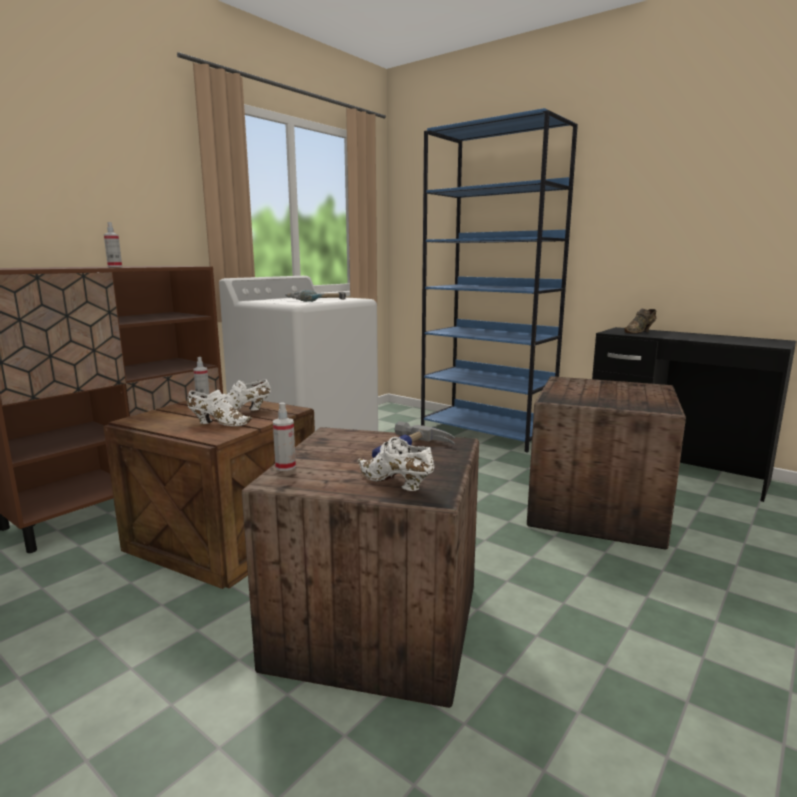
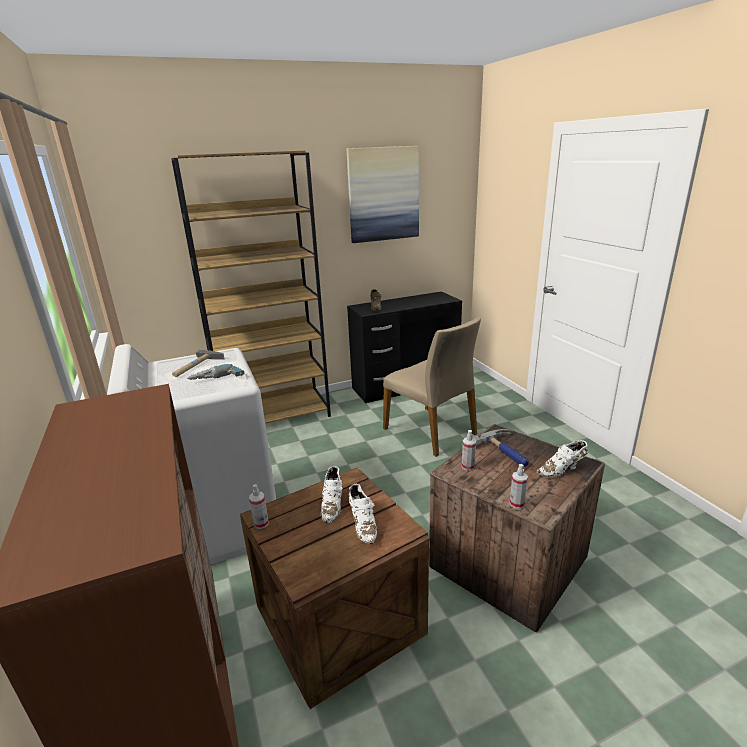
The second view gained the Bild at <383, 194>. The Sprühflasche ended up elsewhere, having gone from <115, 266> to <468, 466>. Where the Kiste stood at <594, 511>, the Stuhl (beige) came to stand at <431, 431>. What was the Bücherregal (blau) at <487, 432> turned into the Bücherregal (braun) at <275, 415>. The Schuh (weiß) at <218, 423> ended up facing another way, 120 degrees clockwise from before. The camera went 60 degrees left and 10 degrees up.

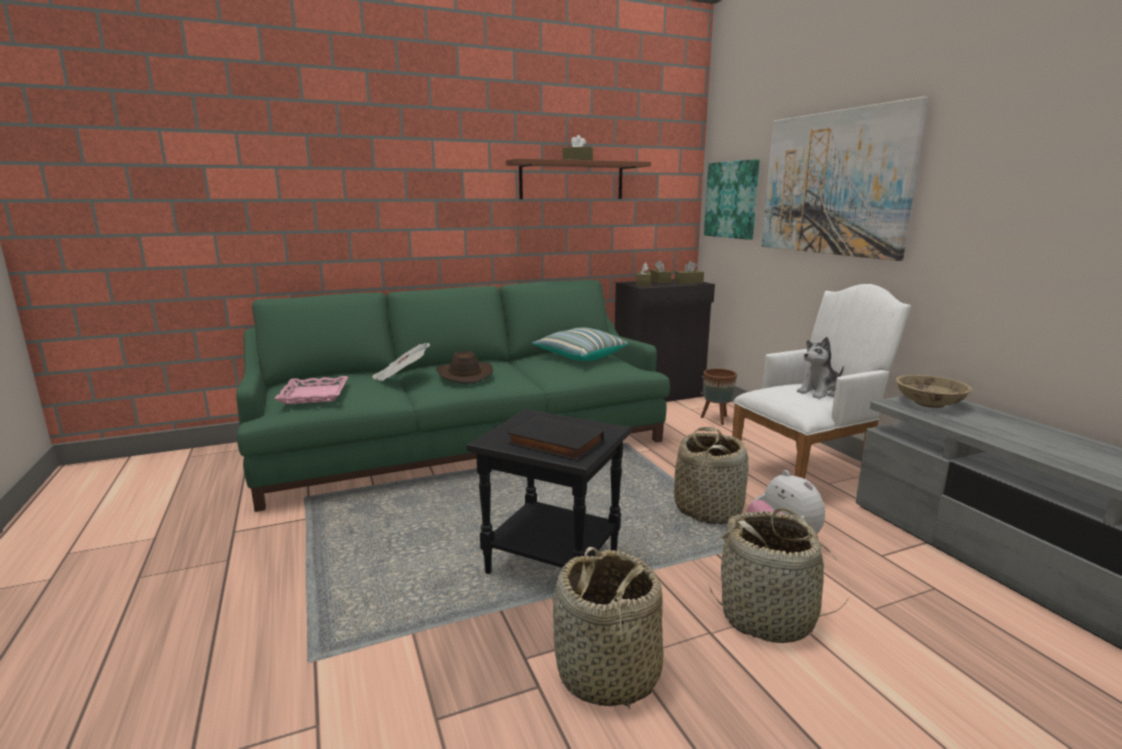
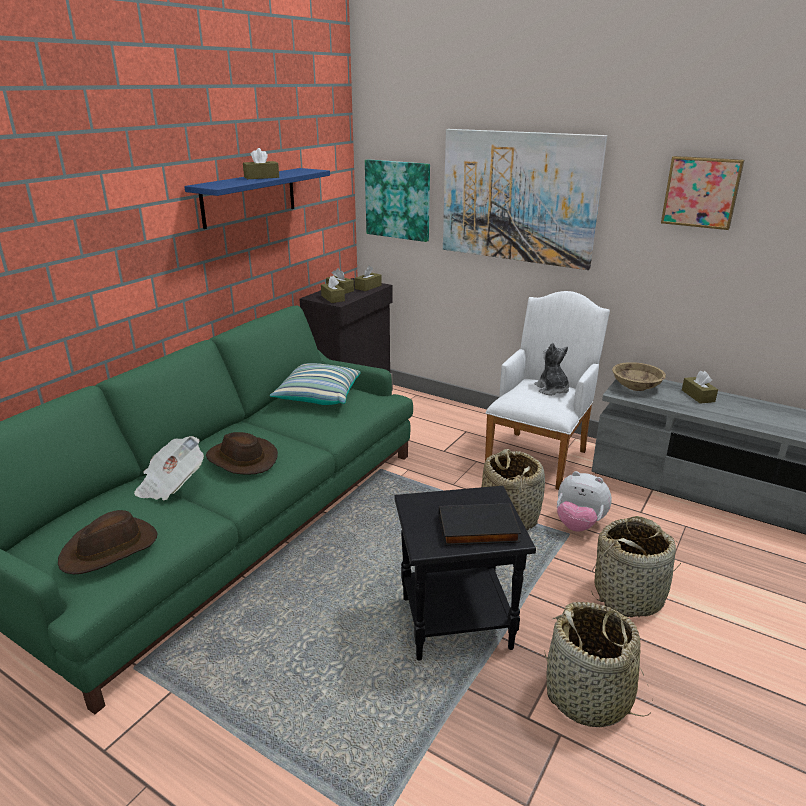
The second view lost the Pflanzkübel (braun) at <716, 419>. The second view gained the Bild at <701, 192>. The second view gained the Taschentuchbox (braun) at <698, 396>. Where the Tablett (rosa) stood at <315, 395>, the Hut (braun) came to stand at <110, 549>. What was the Wandregal (braun) at <572, 180> turned into the Wandregal (blau) at <249, 197>. The Plüschtier at <821, 392> ended up facing another way, 135 degrees clockwise from before. The camera went 35 degrees left and 10 degrees up.

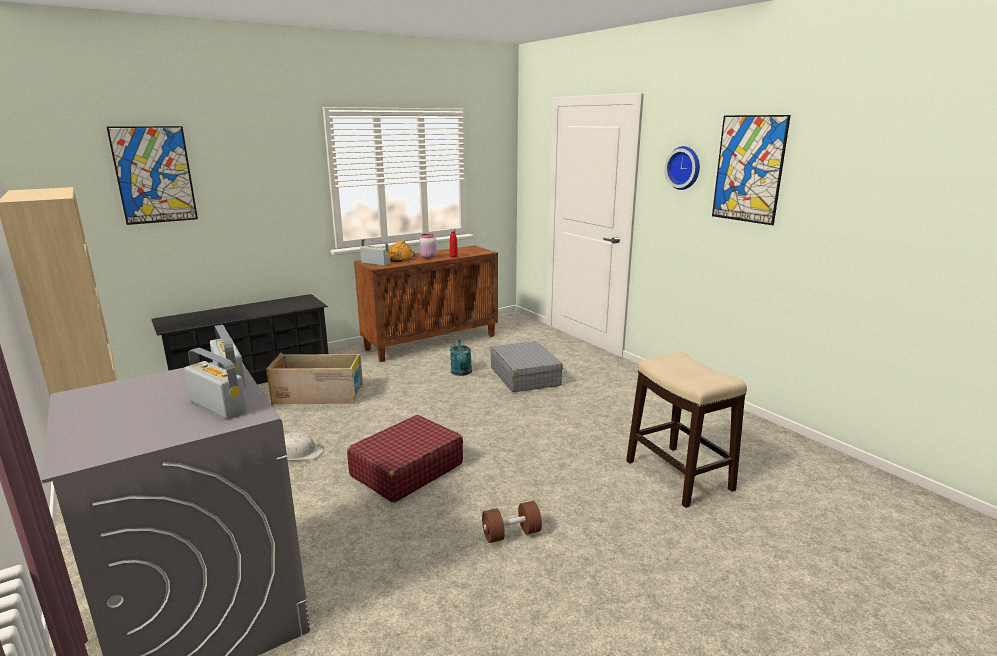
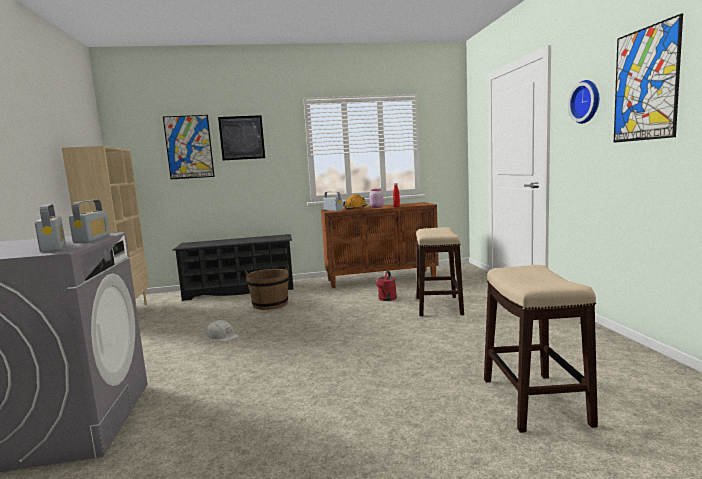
The second view lost the Koffer (rot) at <406, 470>. The second view lost the Hantel (braun) at <511, 534>. The second view gained the Bild at <242, 137>. Where the Kiste stood at <319, 395>, the Eimer (braun) came to stand at <270, 304>. Where the Koffer (grau) stood at <525, 376>, the Hocker came to stand at <438, 305>. What was the Gießkanne (türkis) at <461, 373> turned into the Gießkanne (rot) at <386, 299>. The camera went 25 degrees right and 10 degrees down.

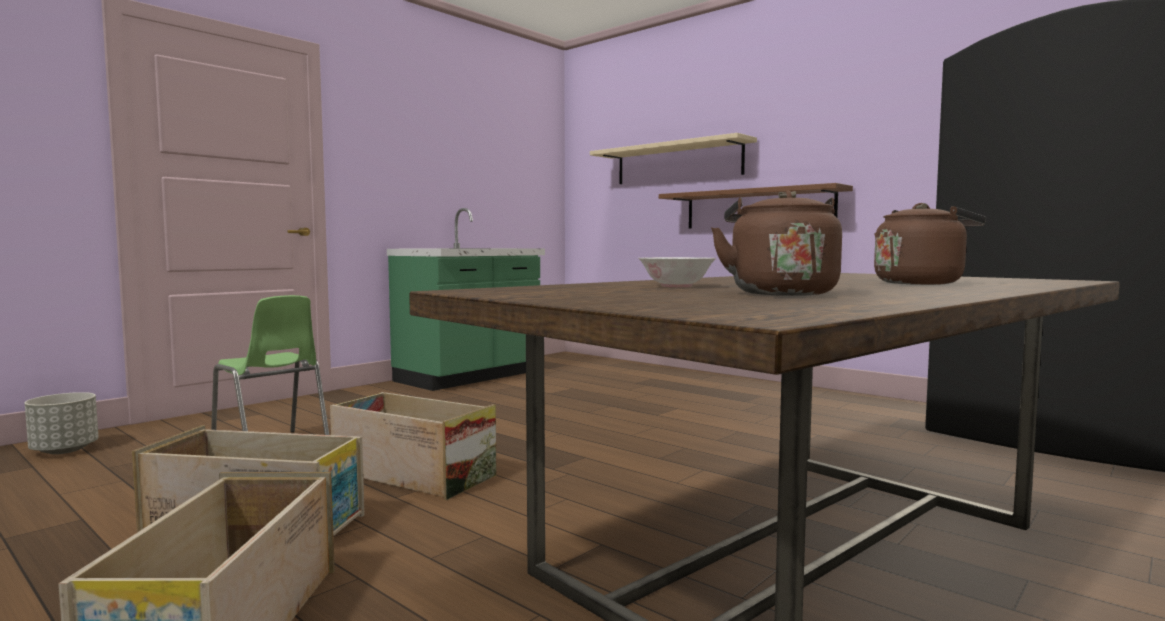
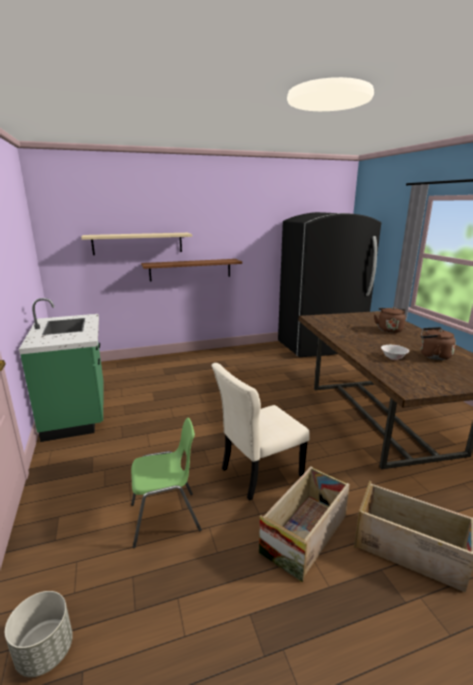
Where the Kiste stood at <411, 474>, the Stuhl (beige) came to stand at <258, 473>. The camera went 60 degrees left and 15 degrees up.

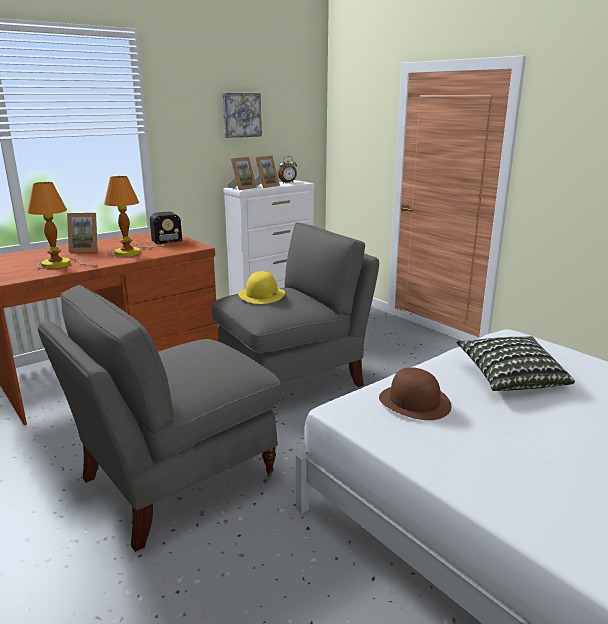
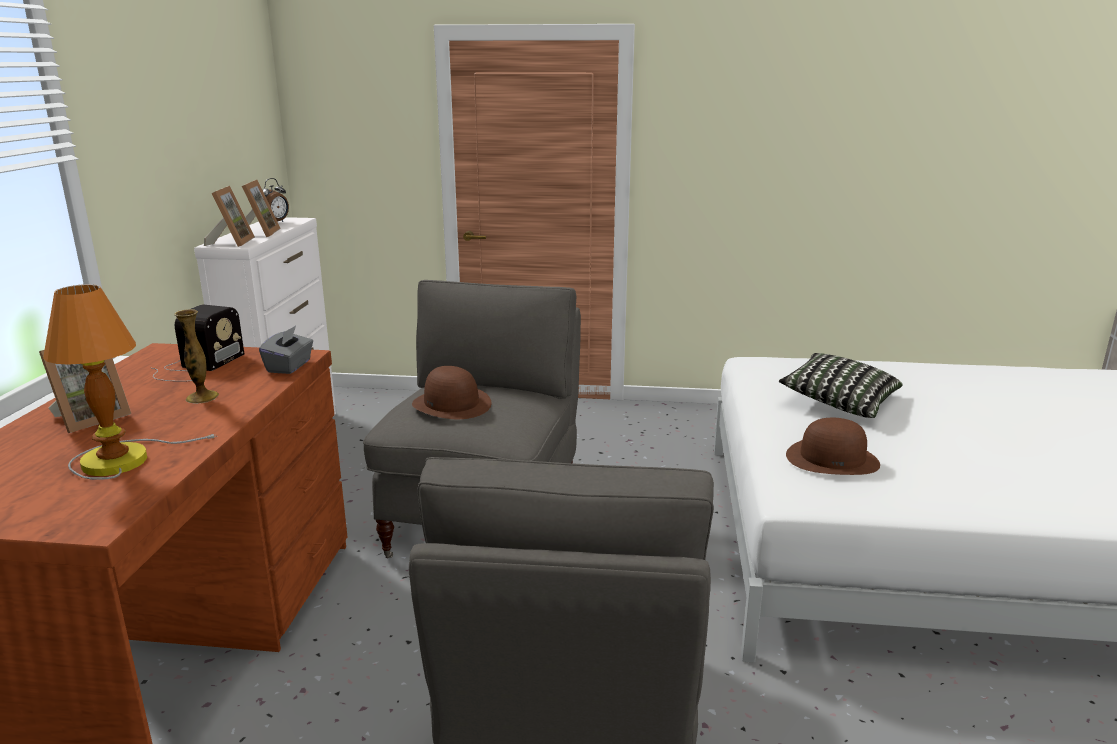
The second view lost the Bild at <241, 115>. The second view gained the Taschentuchbox (grau) at <289, 366>. Where the Tischlampe stood at <129, 252>, the Vase came to stand at <202, 397>. What was the Hut (gelb) at <262, 295> turned into the Hut (braun) at <452, 404>. The camera went 45 degrees left and 0 degrees up.

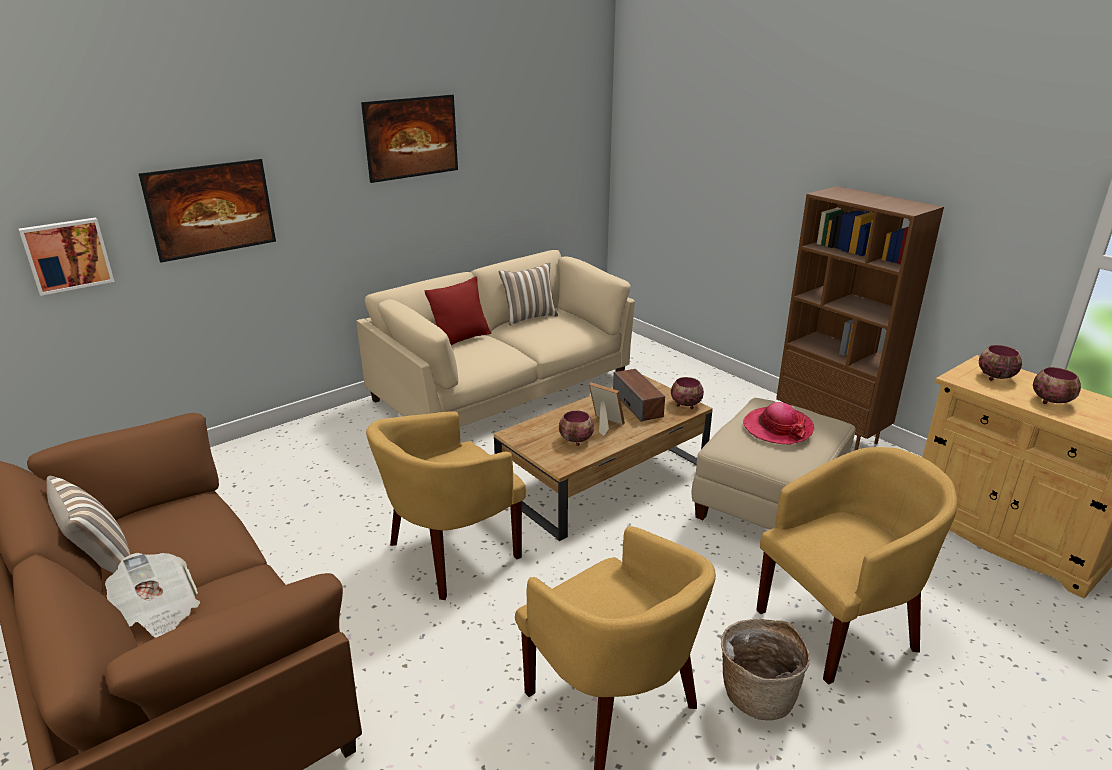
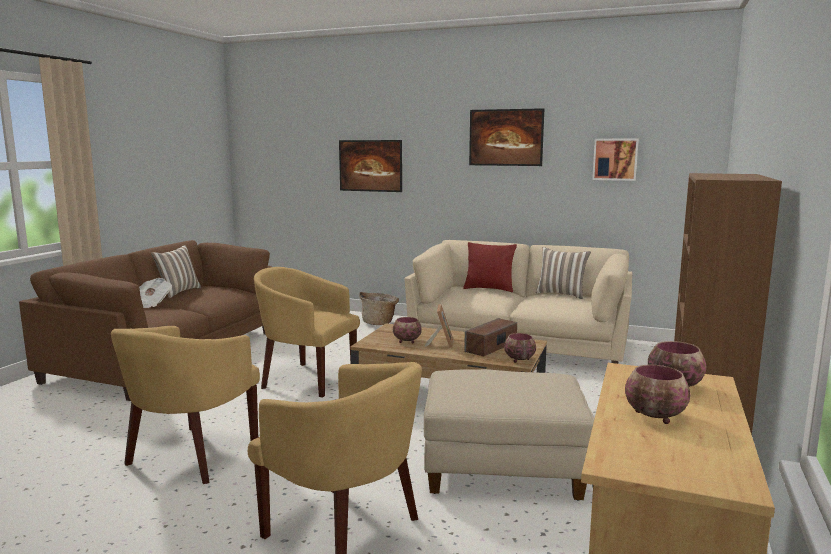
The second view lost the Hut at <777, 428>. The Bild ended up elsewhere, having gone from <67, 255> to <615, 159>. The Korb ended up elsewhere, having gone from <757, 693> to <379, 323>. The camera went 60 degrees right and 15 degrees down.

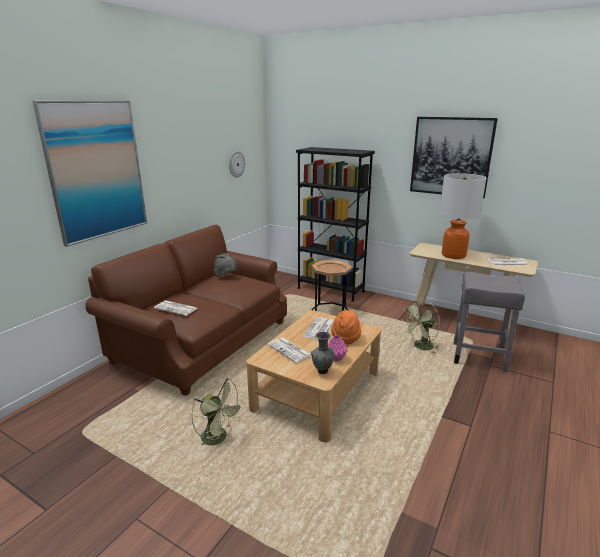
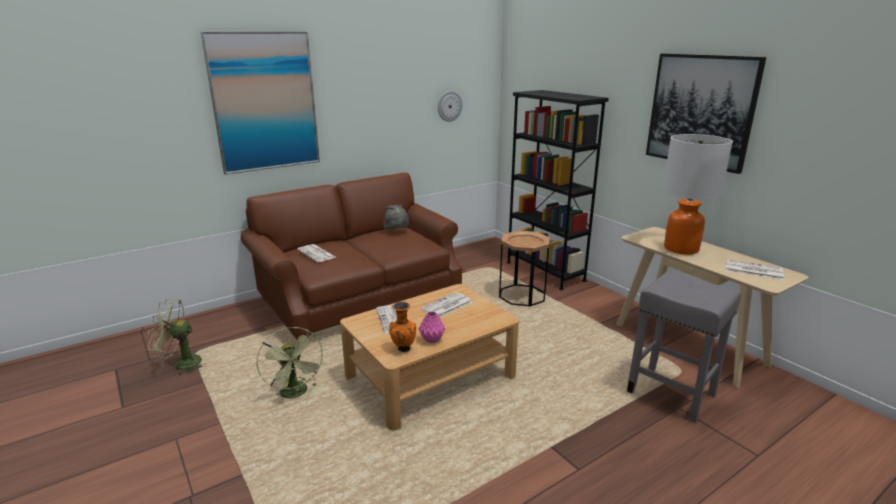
The second view lost the Hut (orange) at <345, 338>. The Ventilator (grün) ended up elsewhere, having gone from <420, 347> to <181, 363>. What was the Vase (grau) at <322, 372> turned into the Vase (orange) at <403, 349>. The camera went 25 degrees right and 0 degrees up.

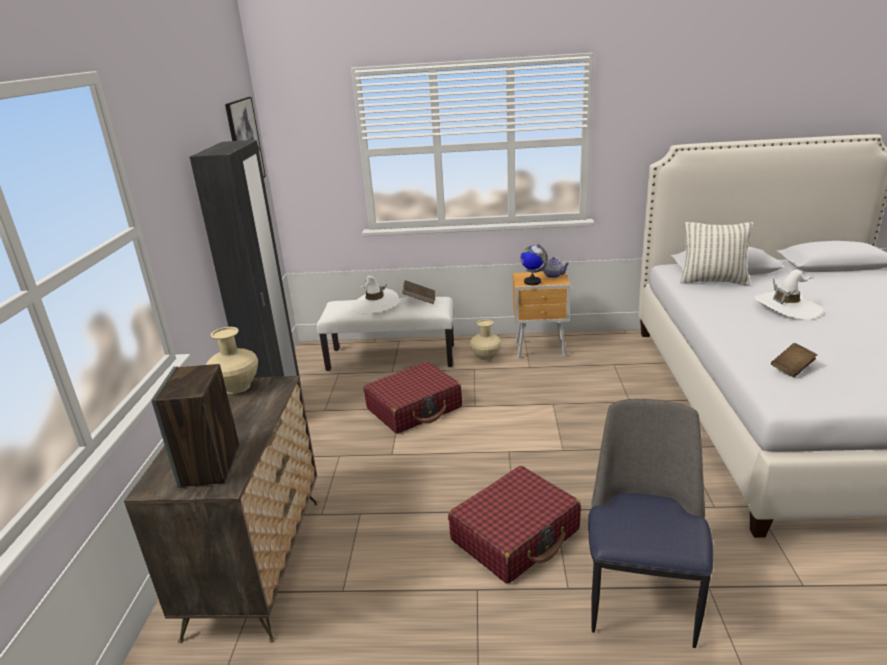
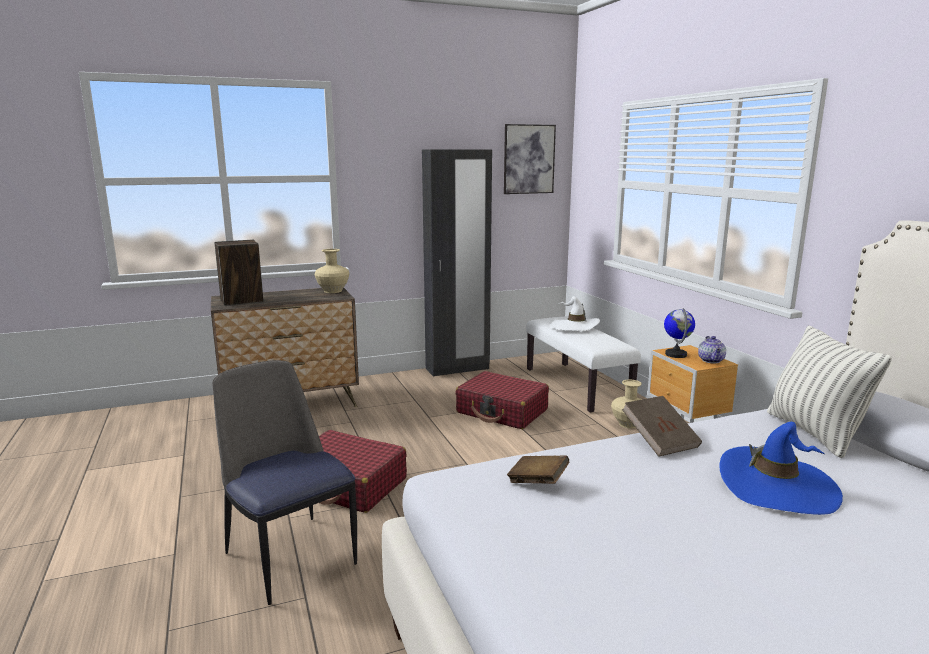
The Buch (braun) ended up elsewhere, having gone from <419, 300> to <660, 440>. What was the Hut (weiß) at <787, 308> turned into the Hut (blau) at <777, 486>. The Stuhl at <640, 592> ended up facing another way, 120 degrees counterclockwise from before. The camera went 65 degrees right and 10 degrees down.

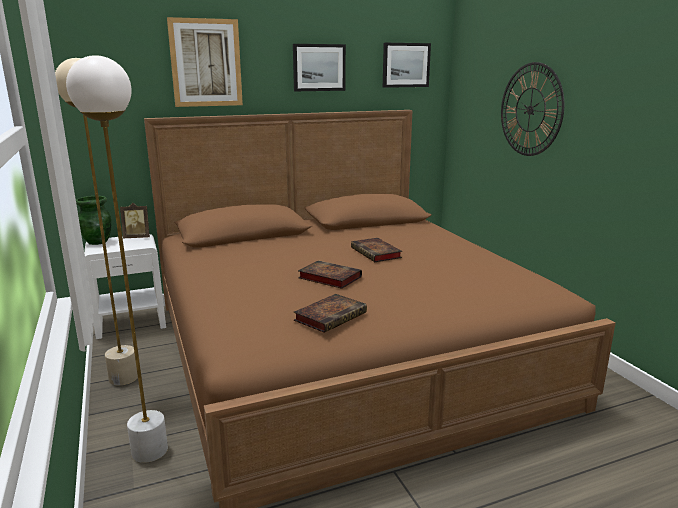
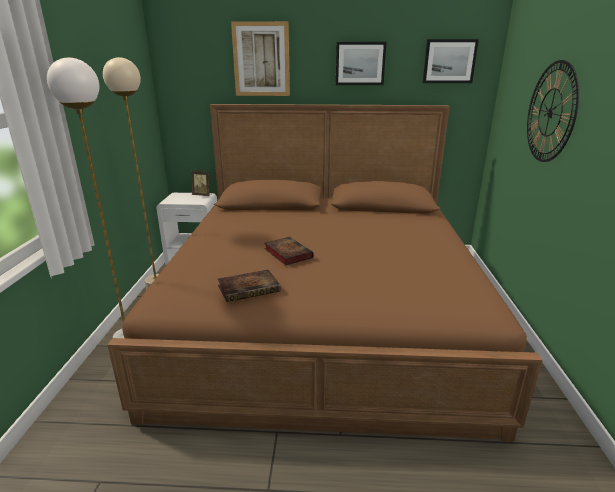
The second view lost the Vase (grün) at <98, 242>. The second view lost the Buch at <377, 253>. The camera went 25 degrees right and 5 degrees up.

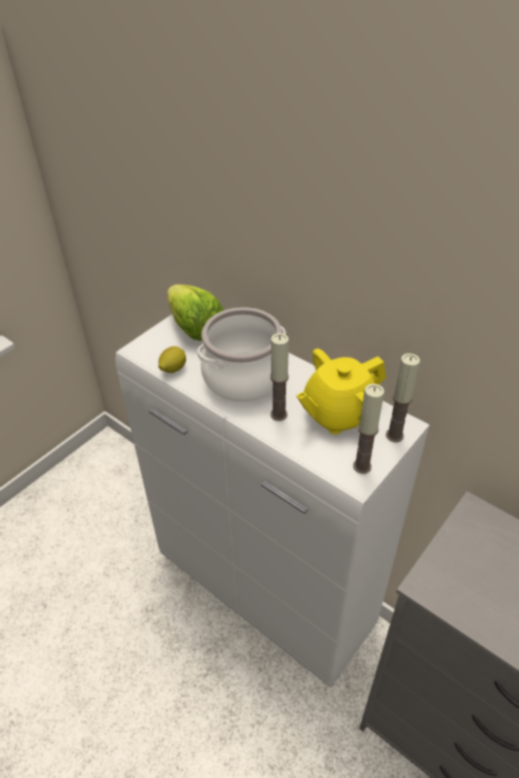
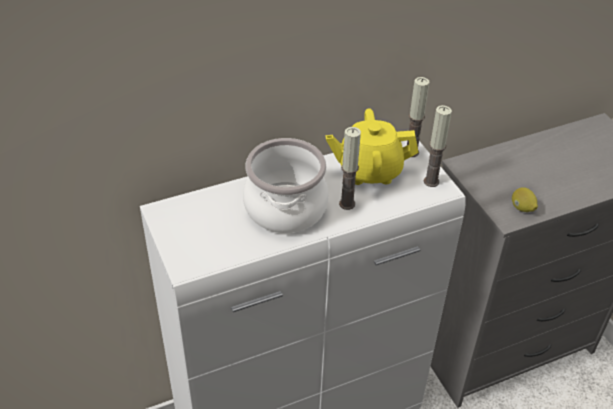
The second view lost the Salatkopf at <195, 328>. The Zitrone ended up elsewhere, having gone from <173, 369> to <522, 208>. The Teekanne (gelb) at <338, 413> ended up facing another way, 90 degrees clockwise from before. The camera went 65 degrees left and 0 degrees up.

